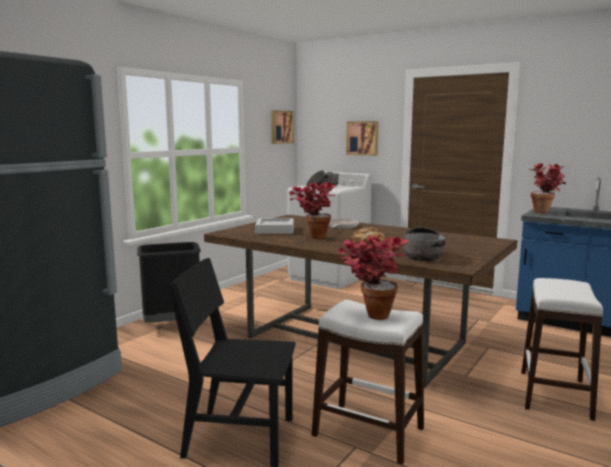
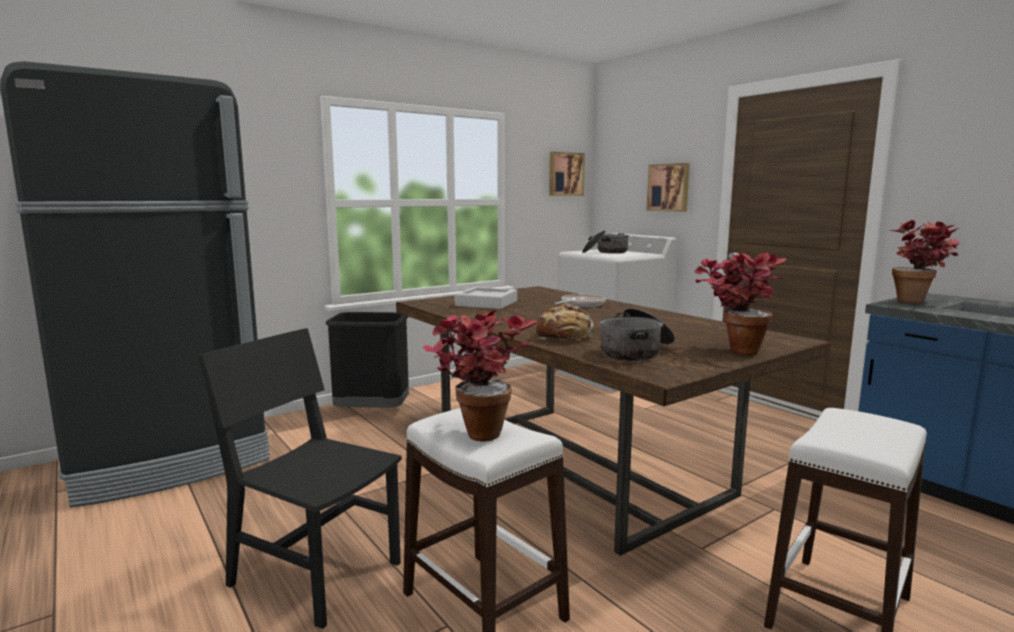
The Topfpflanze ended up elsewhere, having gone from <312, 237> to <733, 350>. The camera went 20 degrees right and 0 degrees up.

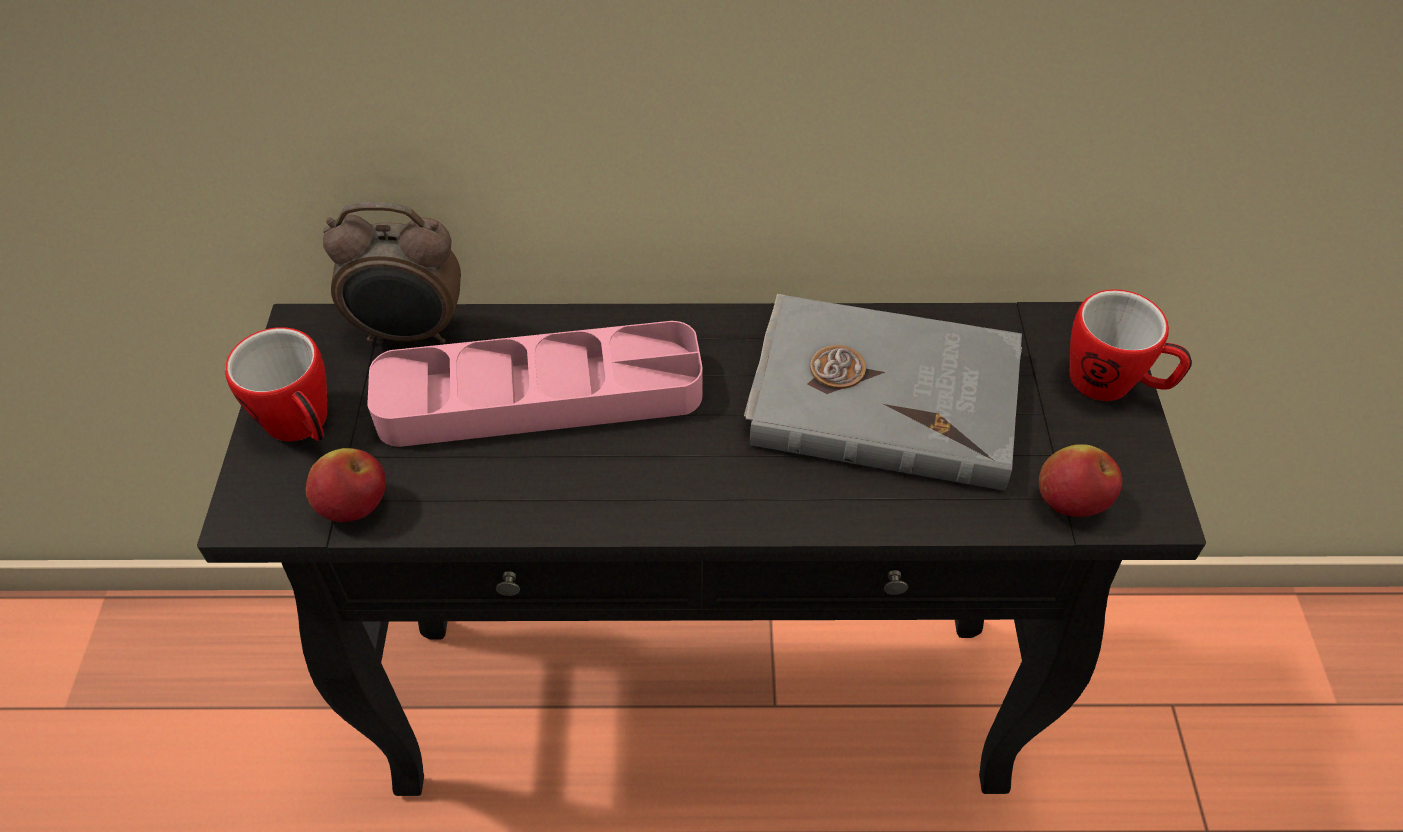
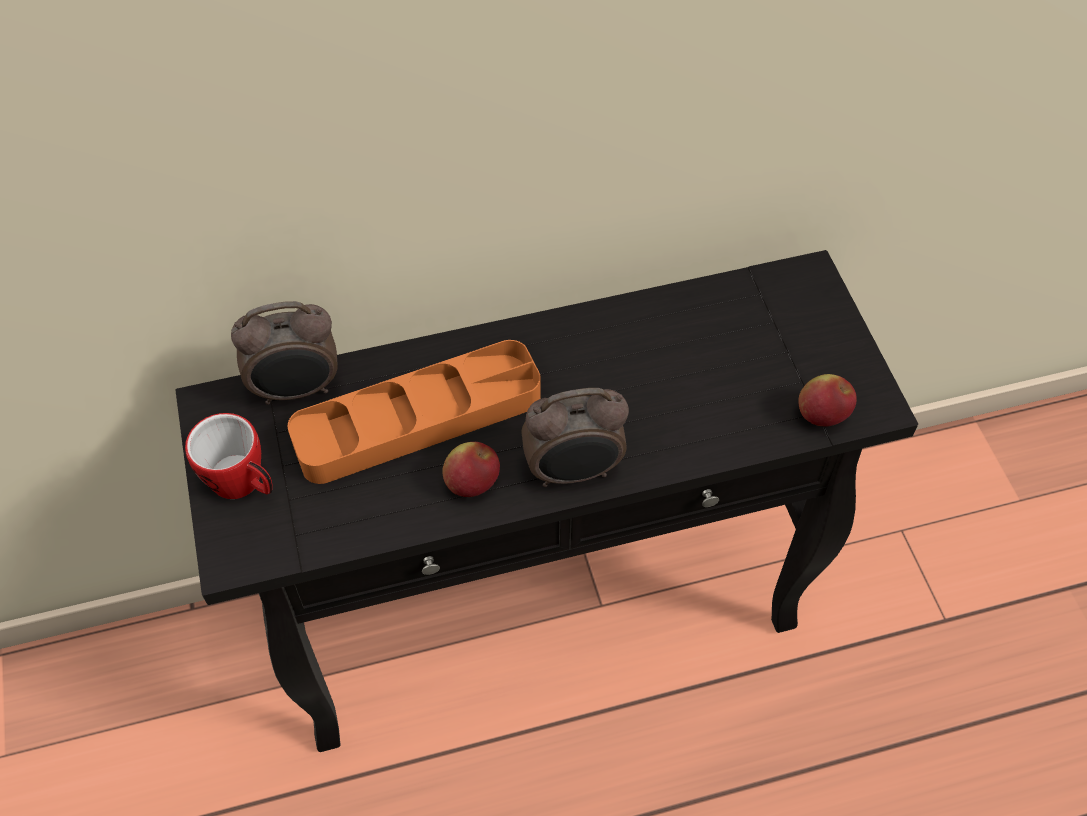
The second view lost the Buch (grau) at <884, 394>. The second view lost the Henkelbecher at <1113, 384>. The second view gained the Wecker at <574, 472>. The Apfel ended up elsewhere, having gone from <354, 506> to <472, 483>. What was the Tablett (rosa) at <540, 396> turned into the Tablett (orange) at <418, 419>. The camera went 15 degrees left and 5 degrees up.

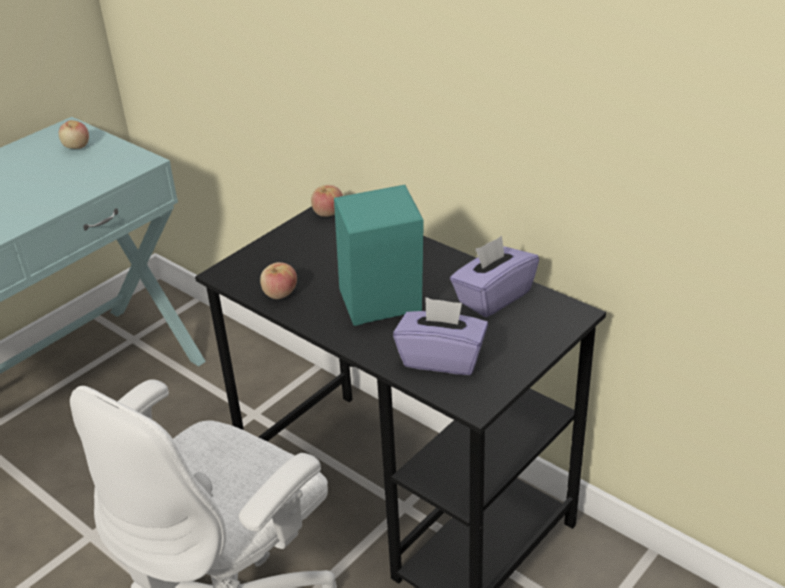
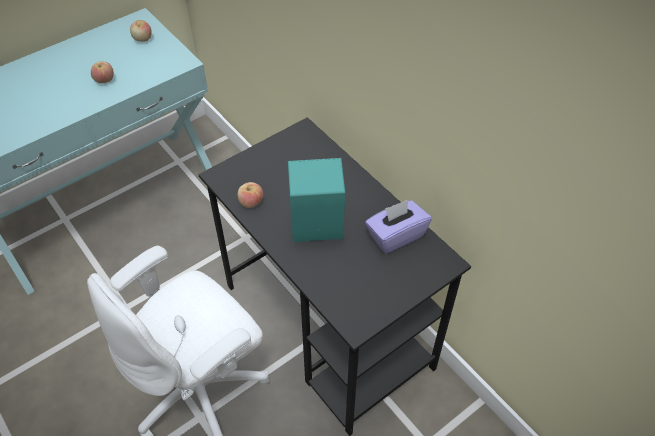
The second view lost the Taschentuchbox (lila) at <442, 358>. The Apfel ended up elsewhere, having gone from <328, 213> to <104, 80>. The camera went 10 degrees right and 15 degrees up.

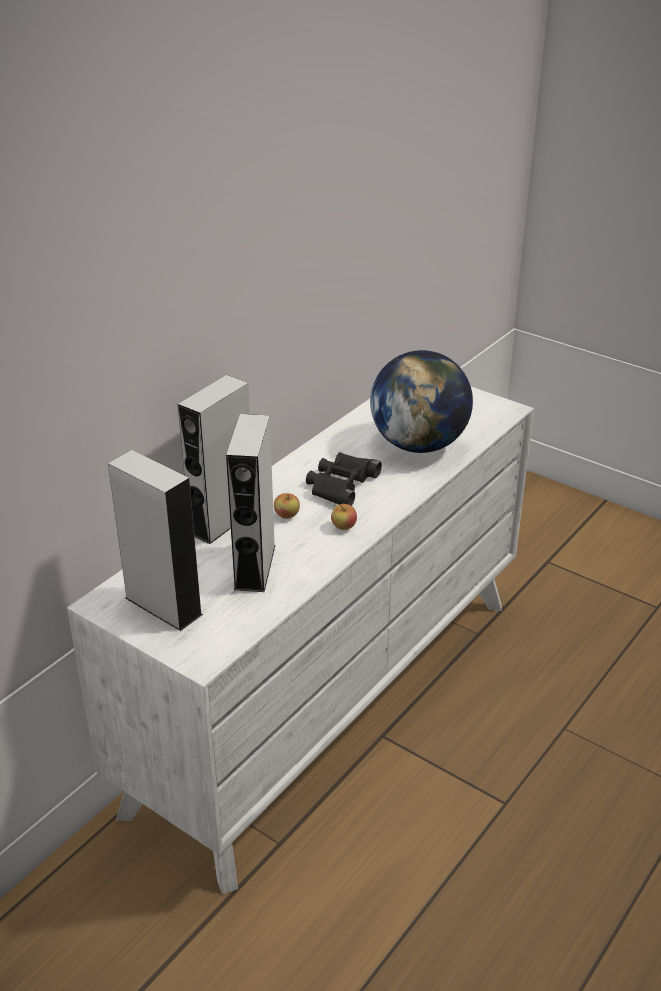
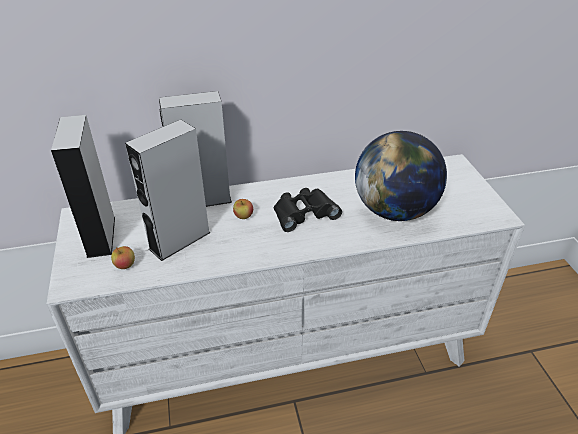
The Apfel ended up elsewhere, having gone from <344, 527> to <125, 265>. The camera went 40 degrees right and 5 degrees up.

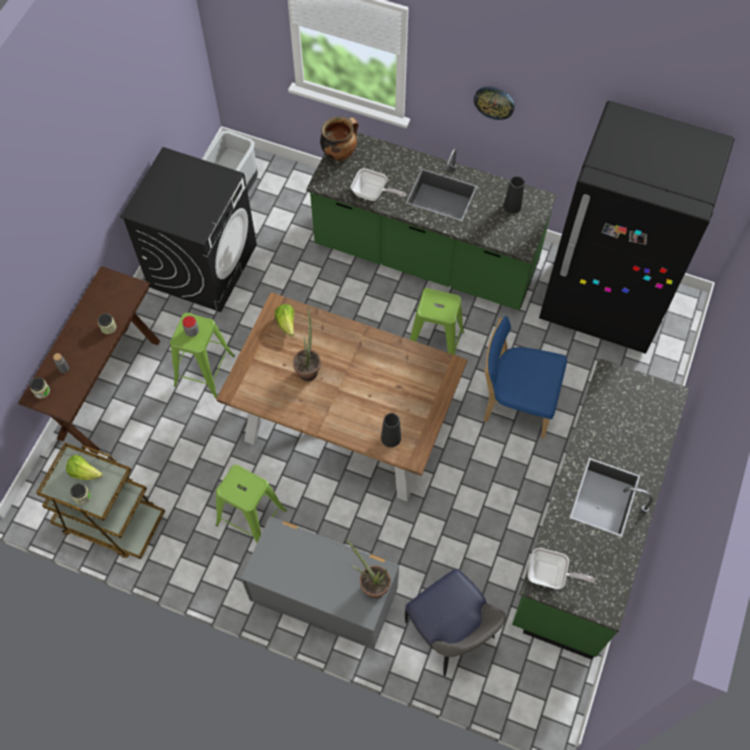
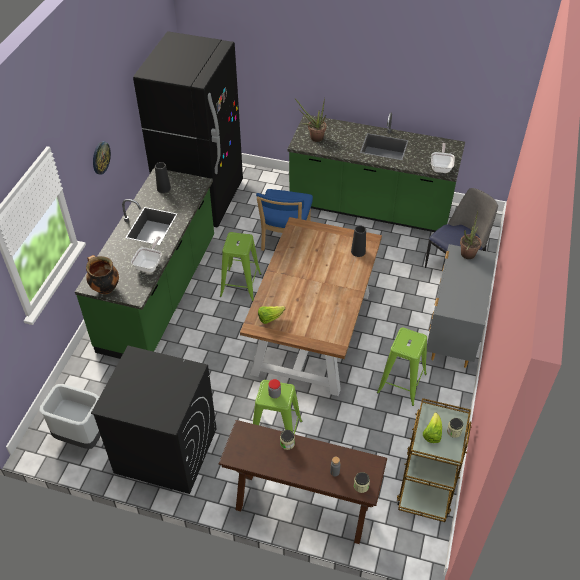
The Topfpflanze ended up elsewhere, having gone from <308, 368> to <313, 138>. The camera went 95 degrees left and 15 degrees down.

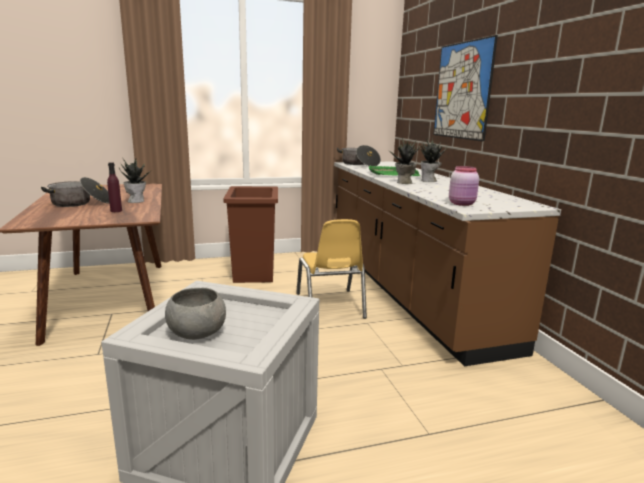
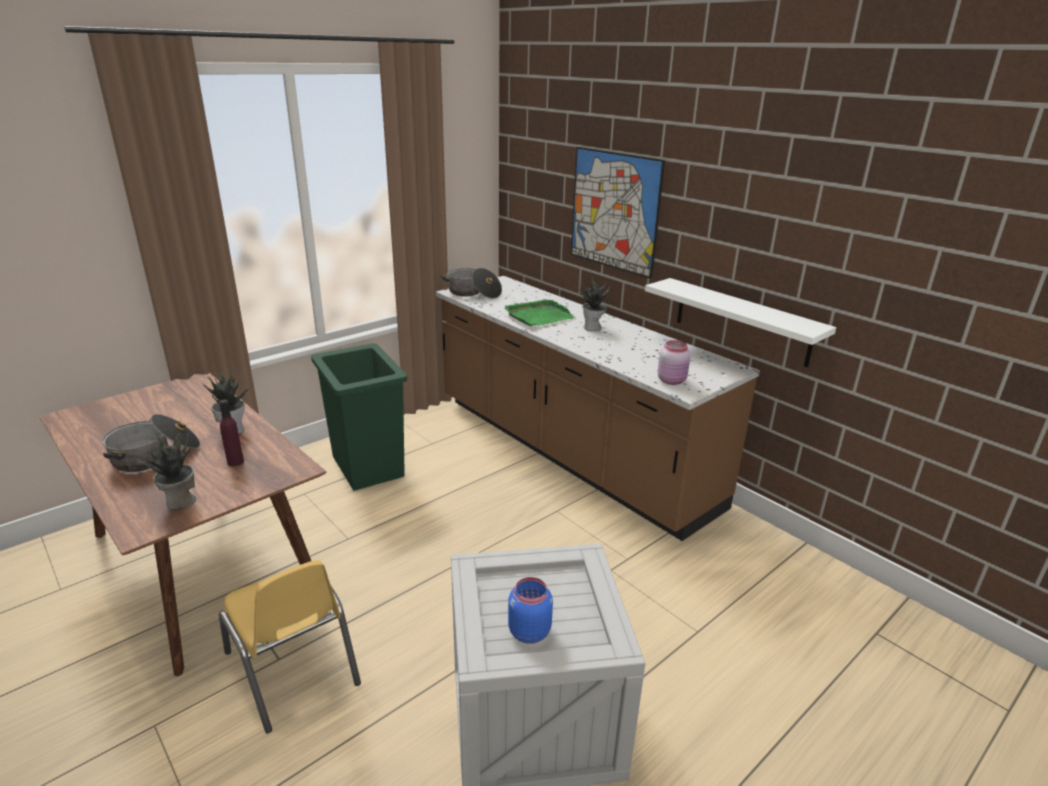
The second view gained the Wandregal (weiß) at <741, 321>. The Stuhl (gelb) ended up elsewhere, having gone from <330, 306> to <293, 668>. The Topfpflanze ended up elsewhere, having gone from <404, 182> to <180, 502>. Where the Schüssel (grau) stood at <197, 333>, the Vorratsglas (blau) came to stand at <528, 631>. What was the Mülleimer (braun) at <254, 272> turned into the Mülleimer (grün) at <368, 465>. The camera went 25 degrees left and 10 degrees up.

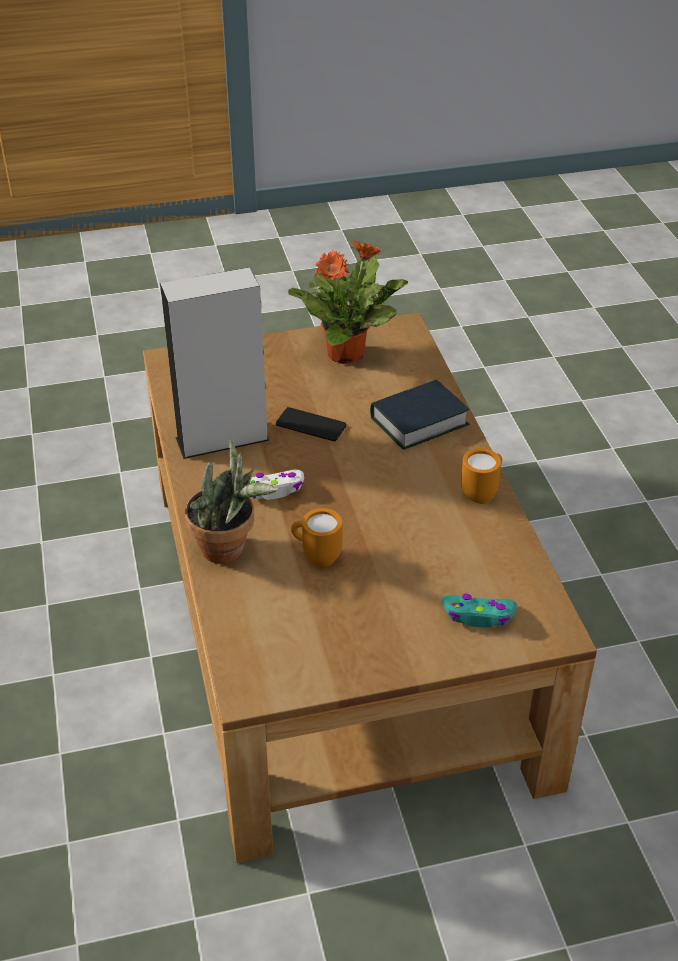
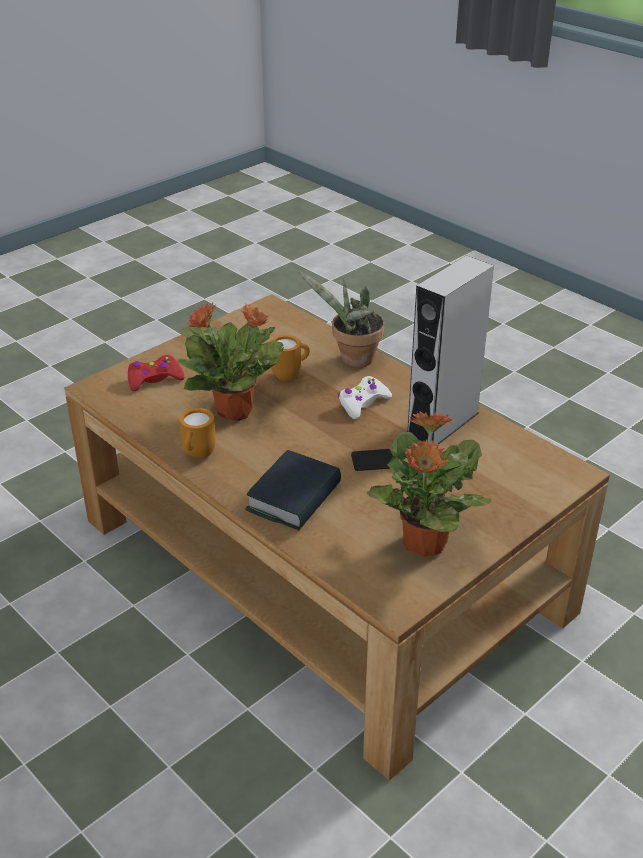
The second view gained the Topfpflanze at <236, 411>. What was the Gamepad (türkis) at <478, 616> turned into the Gamepad (rot) at <154, 379>. The camera went 150 degrees right and 5 degrees down.

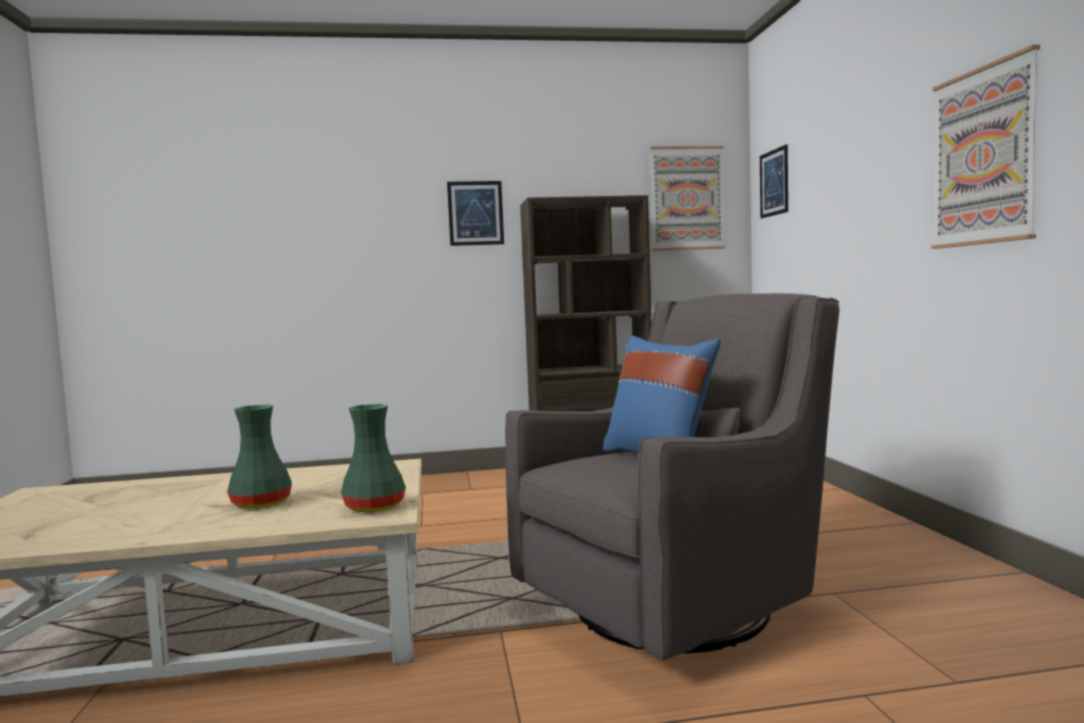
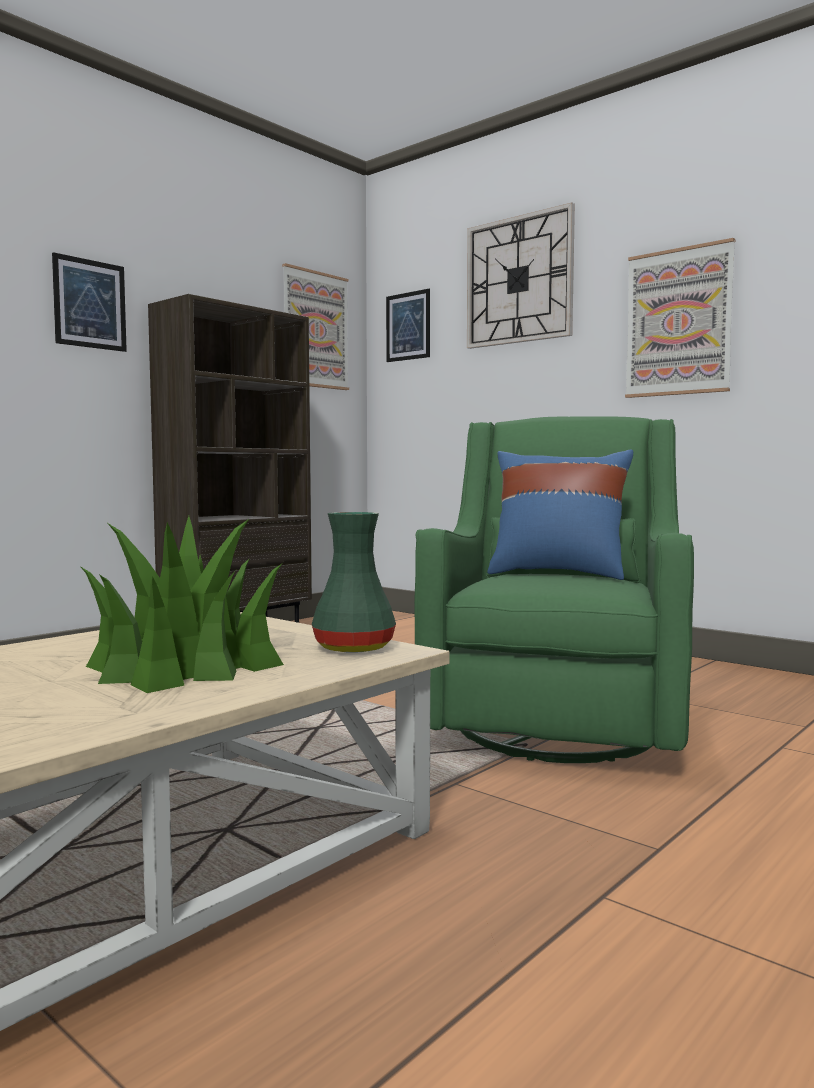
The second view gained the Wanduhr at <519, 280>. Where the Vase (grün) stood at <261, 504>, the Topfpflanze came to stand at <182, 666>. What was the Sessel (grau) at <678, 604> turned into the Sessel (grün) at <557, 726>. The camera went 40 degrees left and 0 degrees up.

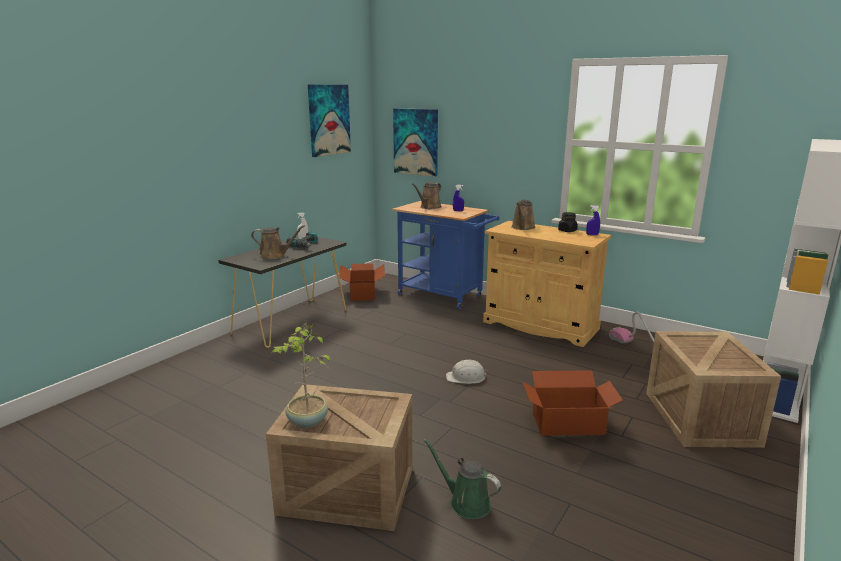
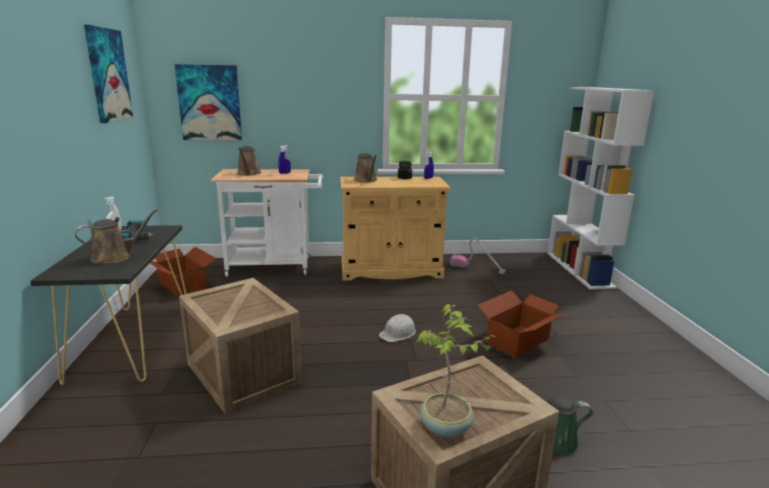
The Kiste ended up elsewhere, having gone from <702, 419> to <245, 373>. What was the Rollwagen (blau) at <444, 296> turned into the Rollwagen (weiß) at <275, 266>. The camera went 40 degrees left and 0 degrees up.

